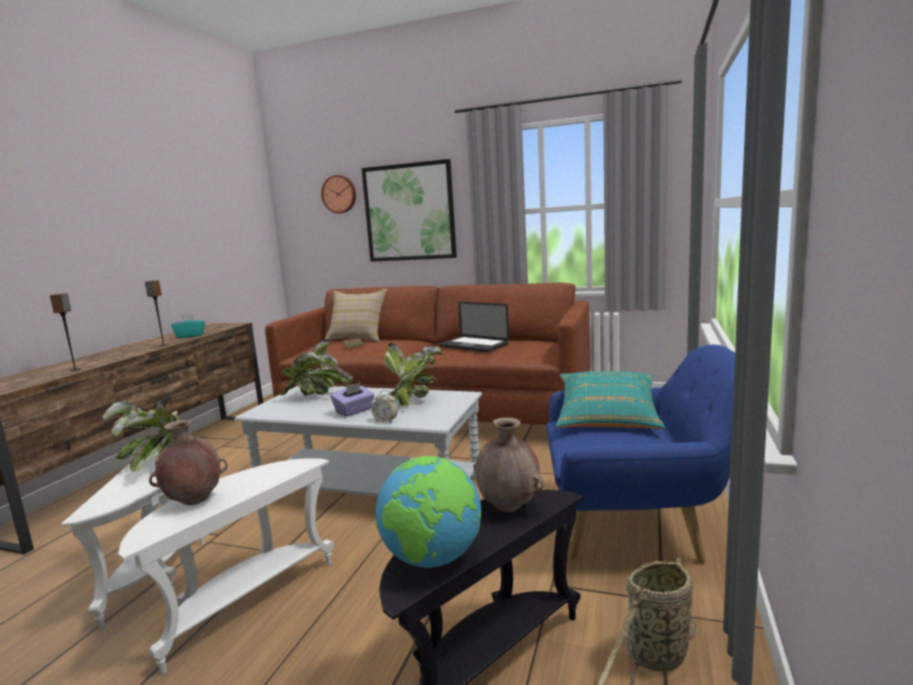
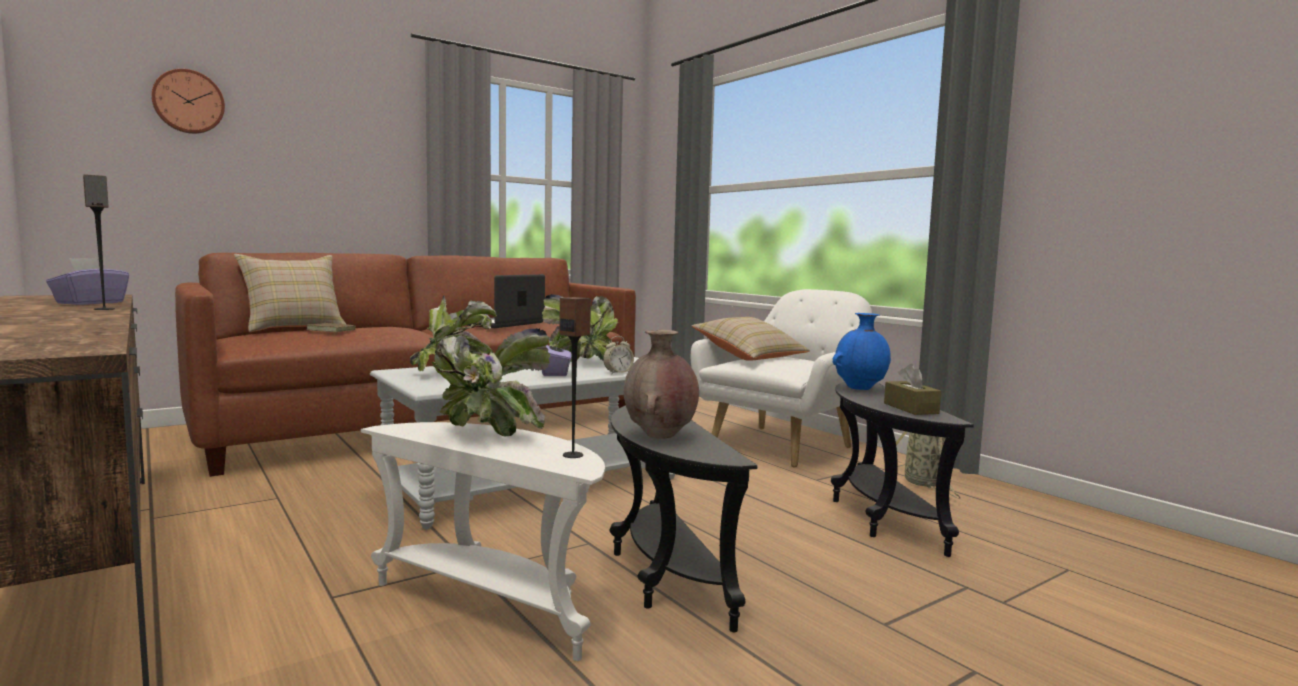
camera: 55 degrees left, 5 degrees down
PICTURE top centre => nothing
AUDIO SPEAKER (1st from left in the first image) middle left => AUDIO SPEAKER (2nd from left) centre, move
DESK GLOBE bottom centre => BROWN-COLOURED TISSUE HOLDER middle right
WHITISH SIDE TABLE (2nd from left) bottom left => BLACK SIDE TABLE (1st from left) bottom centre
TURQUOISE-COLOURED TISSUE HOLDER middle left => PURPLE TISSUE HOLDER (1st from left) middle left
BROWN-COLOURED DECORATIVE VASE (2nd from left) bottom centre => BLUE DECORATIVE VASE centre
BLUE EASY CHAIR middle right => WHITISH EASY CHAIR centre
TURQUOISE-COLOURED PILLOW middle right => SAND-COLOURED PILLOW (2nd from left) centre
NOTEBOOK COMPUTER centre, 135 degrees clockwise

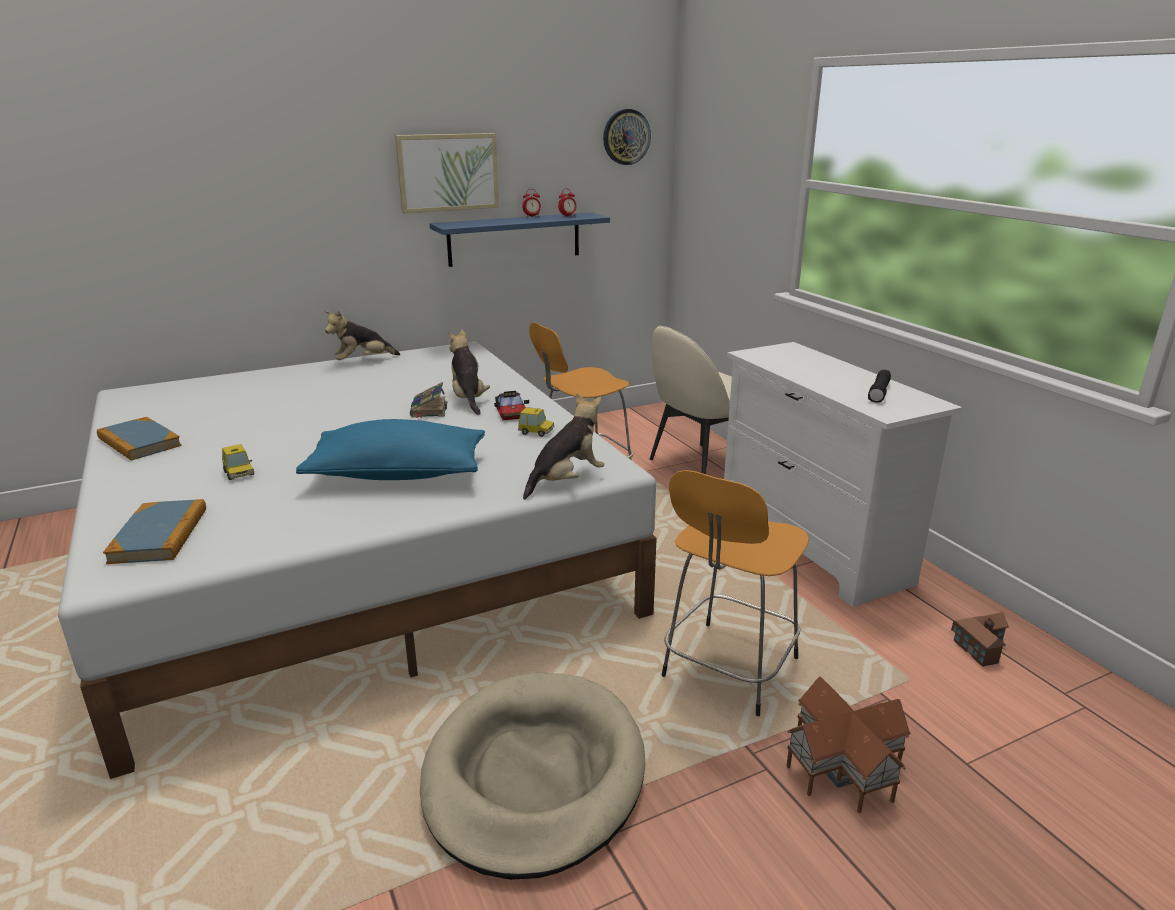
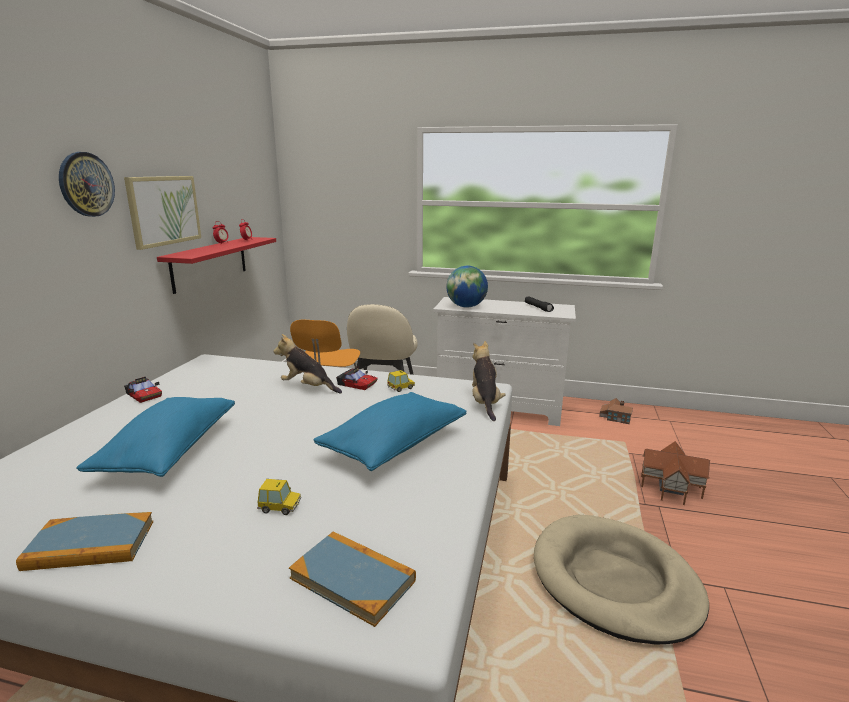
camera: 50 degrees left, 5 degrees down
VOLUME (3rd from left) centre => nothing
ORANGE-COLOURED SITTING STOOL (2nd from left) centre => nothing
nothing => BLUE PILLOW (1st from left) middle left
nothing => DESK GLOBE centre
HANGING CLOCK top centre => HANGING CLOCK top left, move
PLUSH TOY (1st from left) middle left => MINIATURE CAR (1st from left) middle left
BLUE BRACKET SHELF top centre => RED BRACKET SHELF middle left

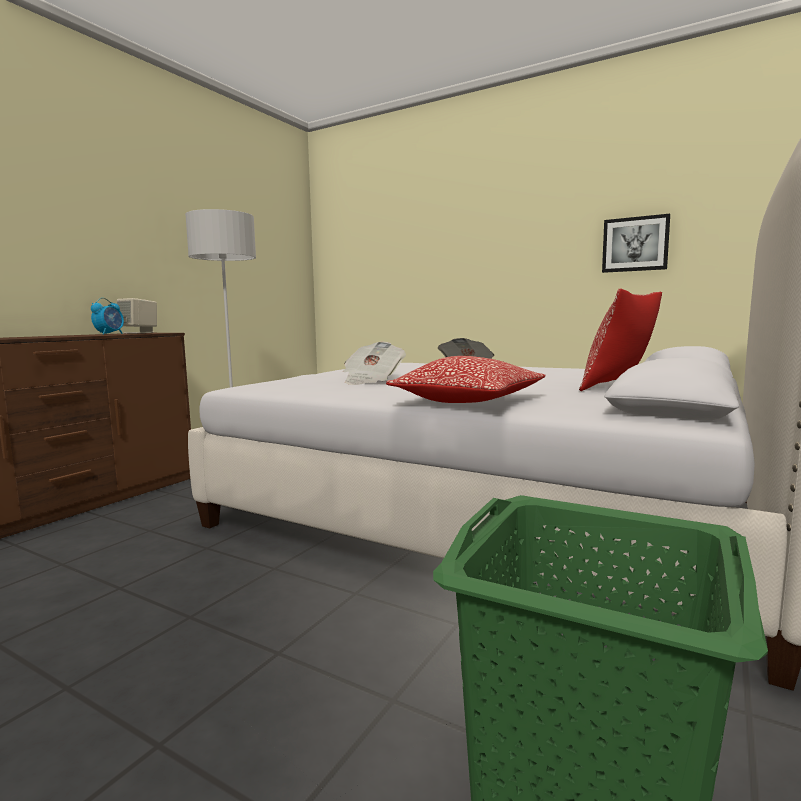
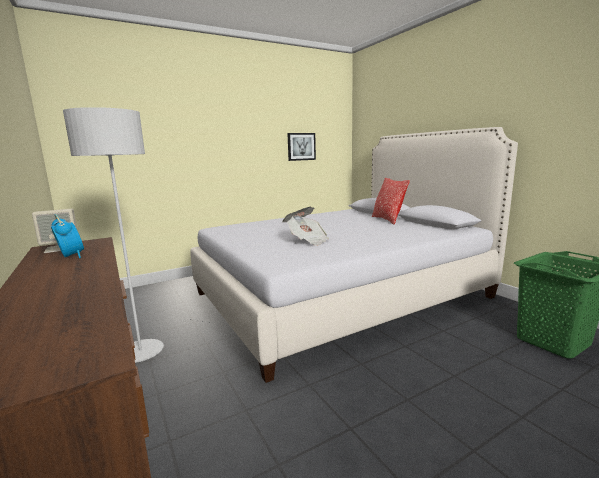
camera: 60 degrees left, 5 degrees up
PILLOW (1st from left) centre => nothing

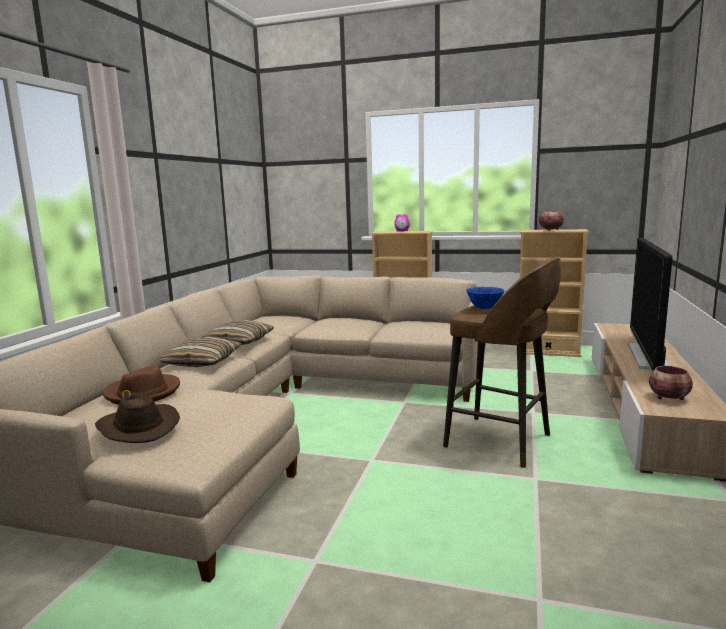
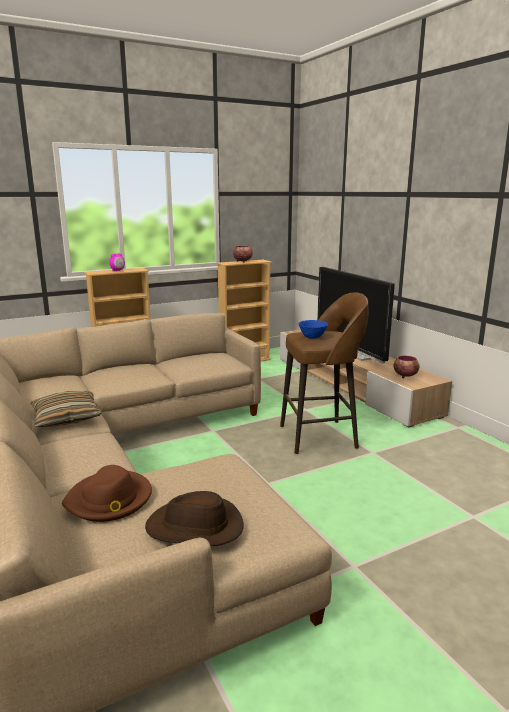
camera: 45 degrees left, 5 degrees up
PILLOW (1st from left) middle left => nothing

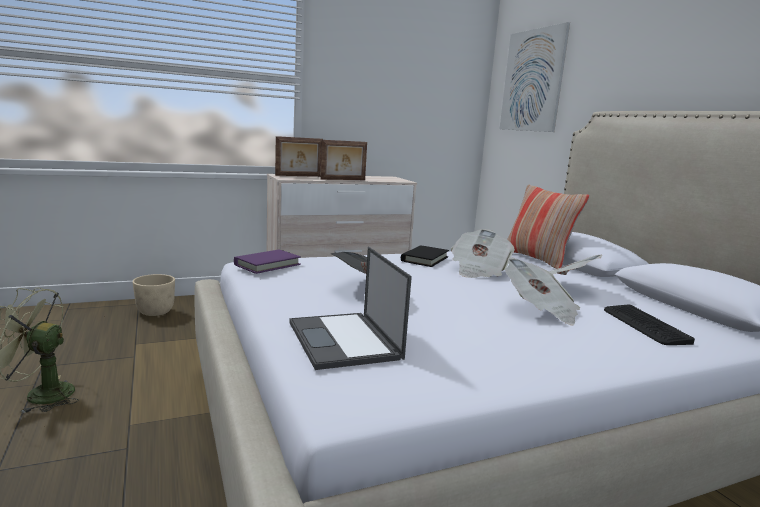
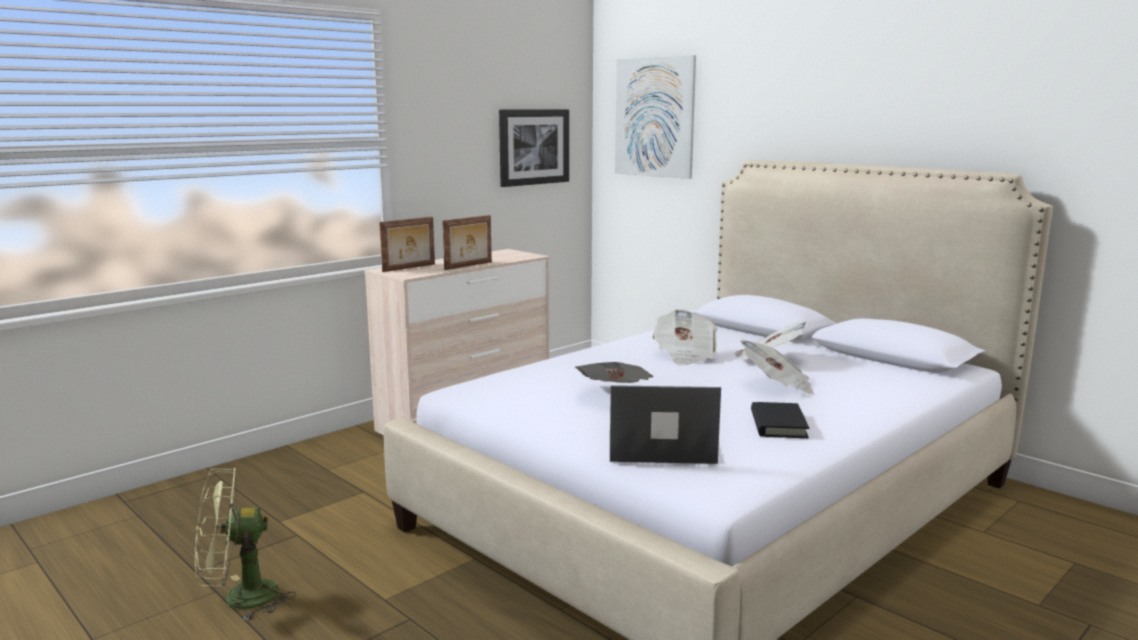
camera: 20 degrees left, 0 degrees up
SAND-COLOURED PLANT POT middle left => nothing
PURPLE VOLUME centre => nothing
PILLOW middle right => nothing
COMPUTER KEYBOARD middle right => nothing
nothing => PICTURE (1st from left) top centre
BLACK VOLUME centre => BLACK VOLUME middle right, move
NOTEBOOK COMPUTER centre, 135 degrees clockwise

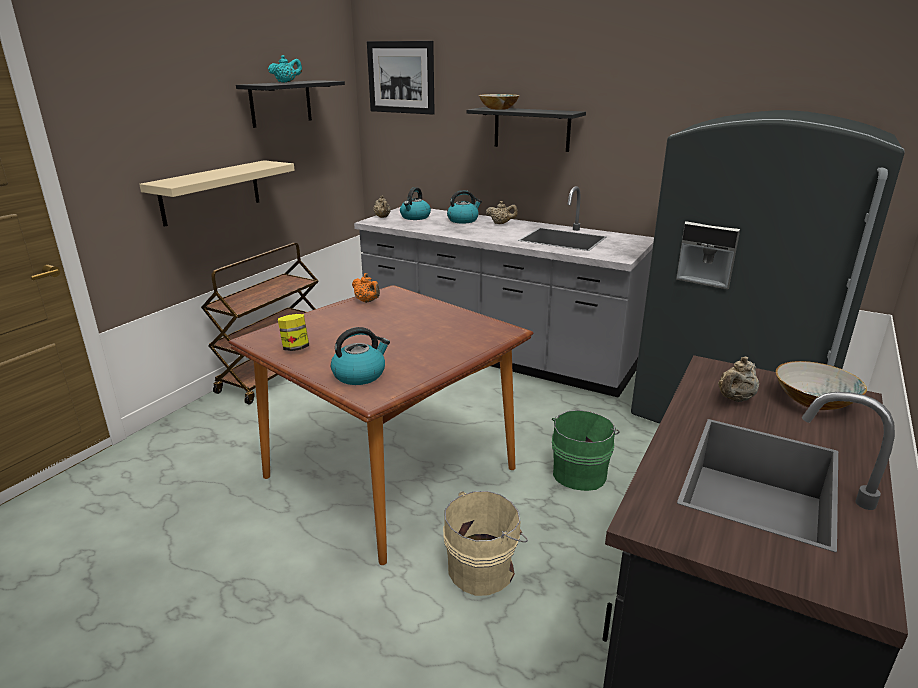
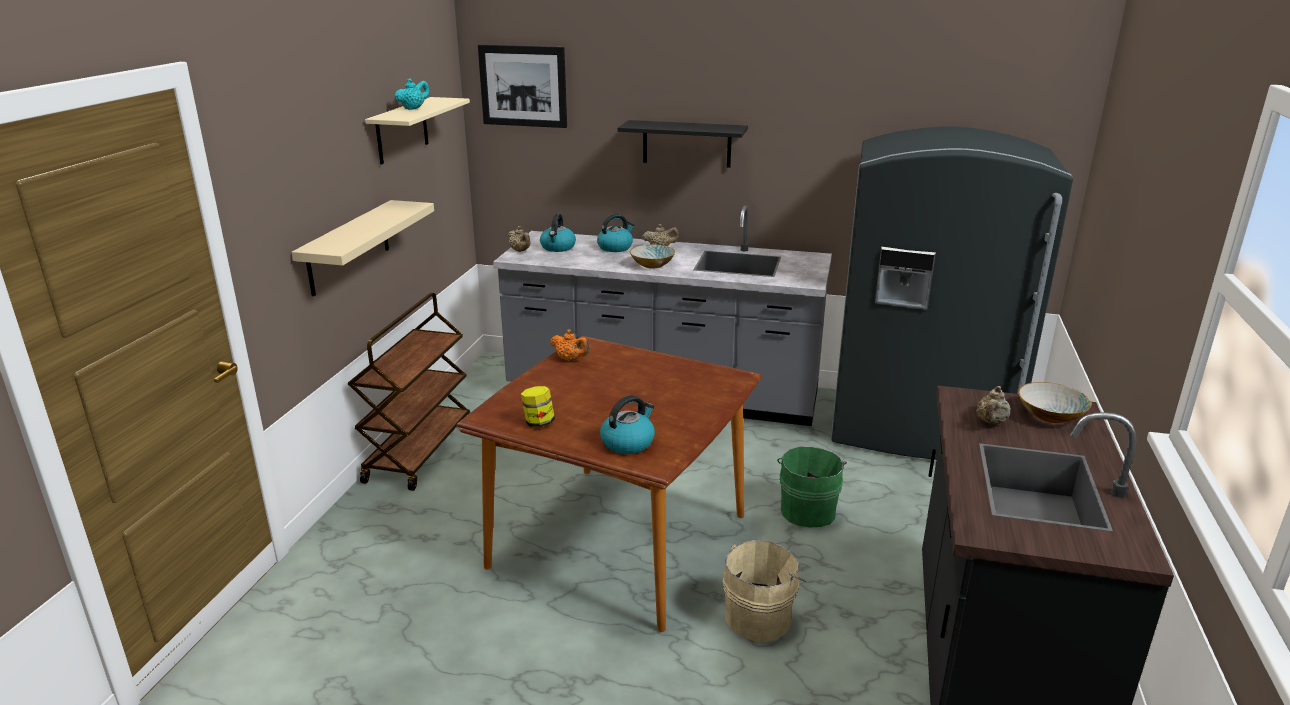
camera: 15 degrees left, 0 degrees up
SERVING BOWL (1st from left) top centre => SERVING BOWL (1st from left) centre, move
BLACK BRACKET SHELF (1st from left) top left => SAND-COLOURED BRACKET SHELF (2nd from left) top left

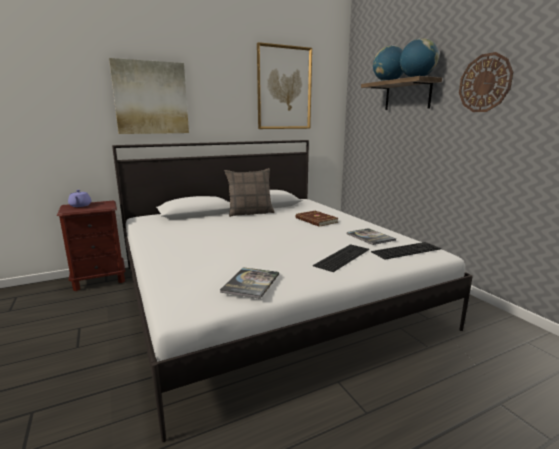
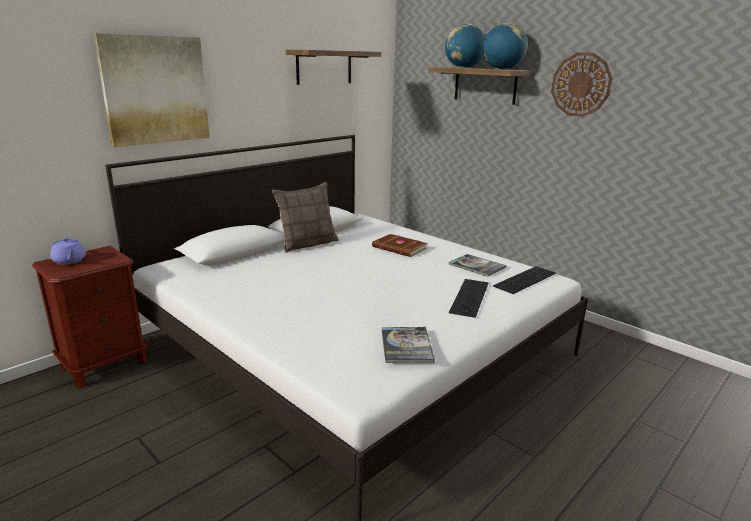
camera: 20 degrees left, 5 degrees up
PICTURE (2nd from left) top centre => BRACKET SHELF (1st from left) top centre

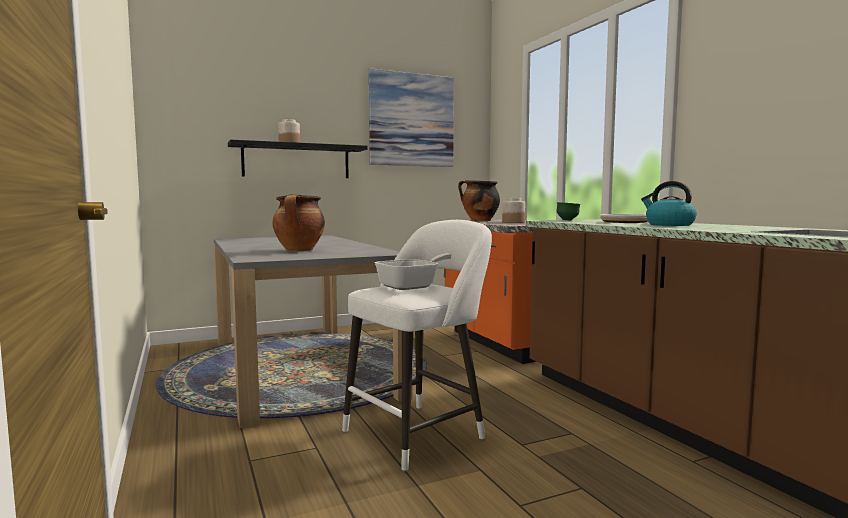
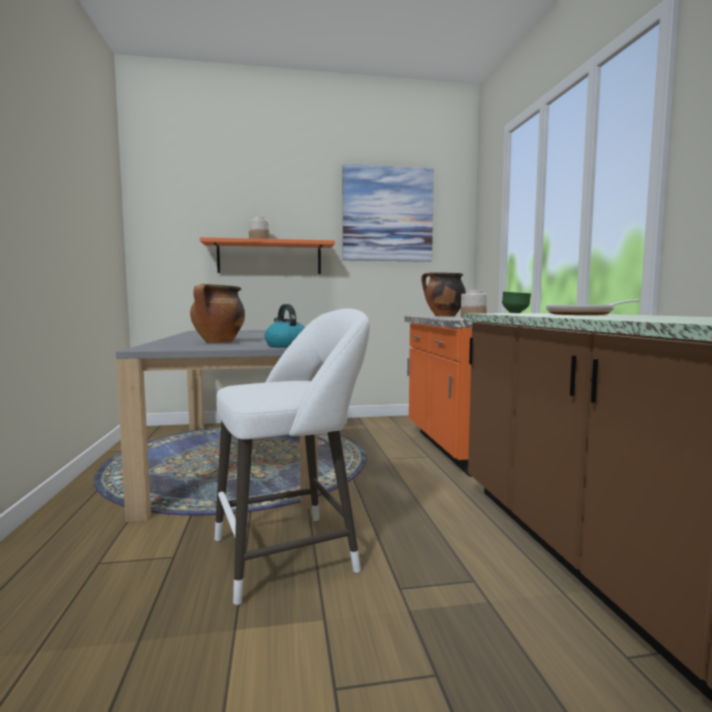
camera: 15 degrees right, 0 degrees up
FRYING PAN (1st from left) centre => nothing
TEA KETTLE middle right => TEA KETTLE centre, move
BLACK BRACKET SHELF top centre => ORANGE-COLOURED BRACKET SHELF centre

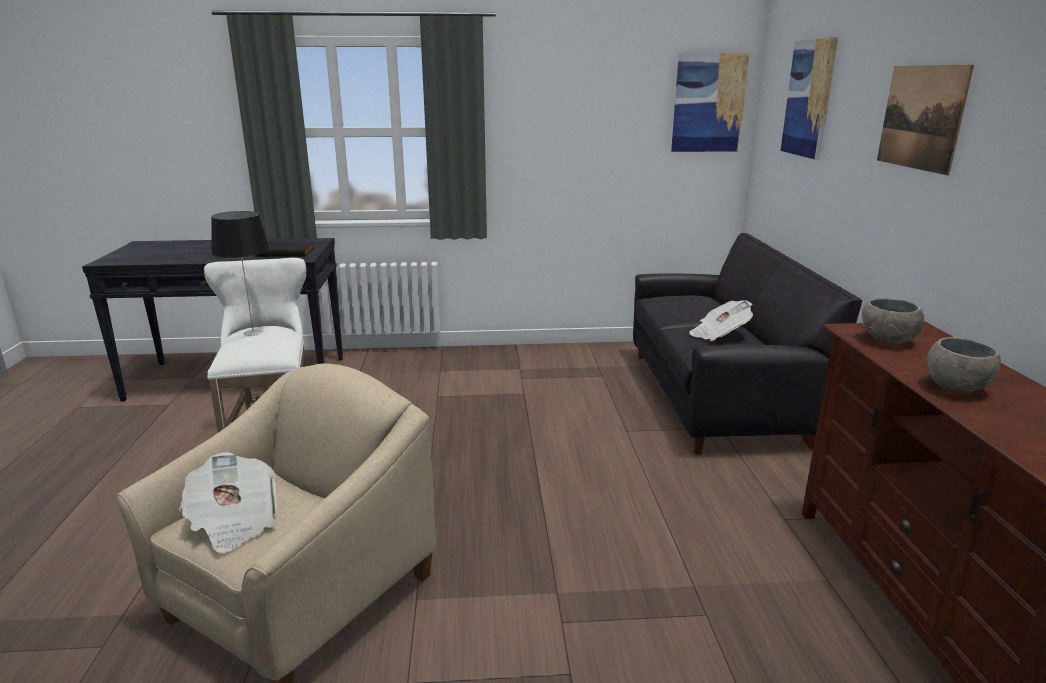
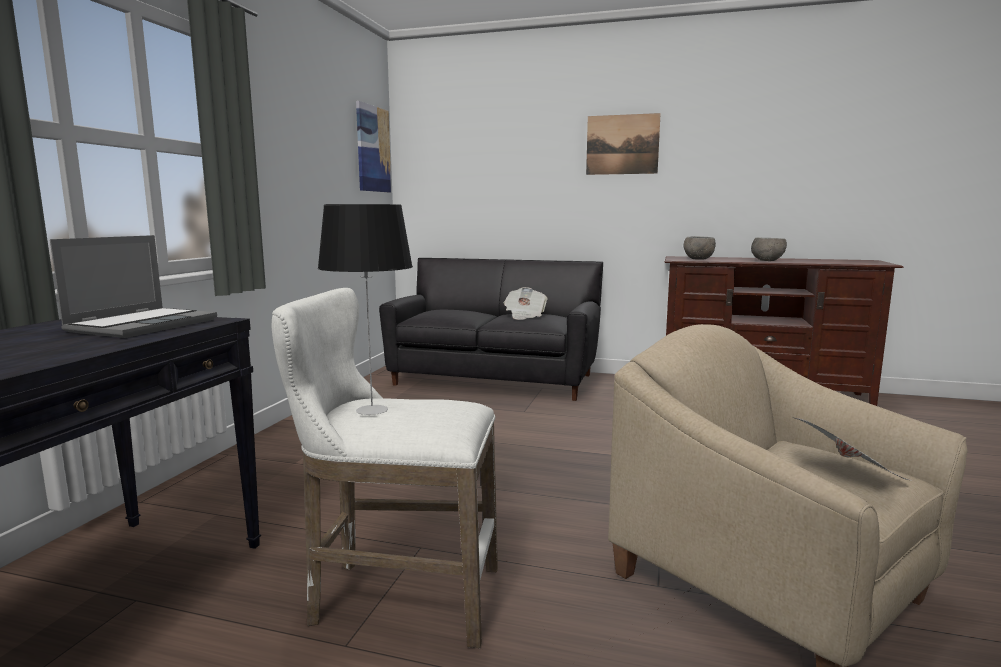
camera: 70 degrees left, 10 degrees down
PICTURE (2nd from left) top right => nothing
BLACK VOLUME middle left => NOTEBOOK COMPUTER middle left

